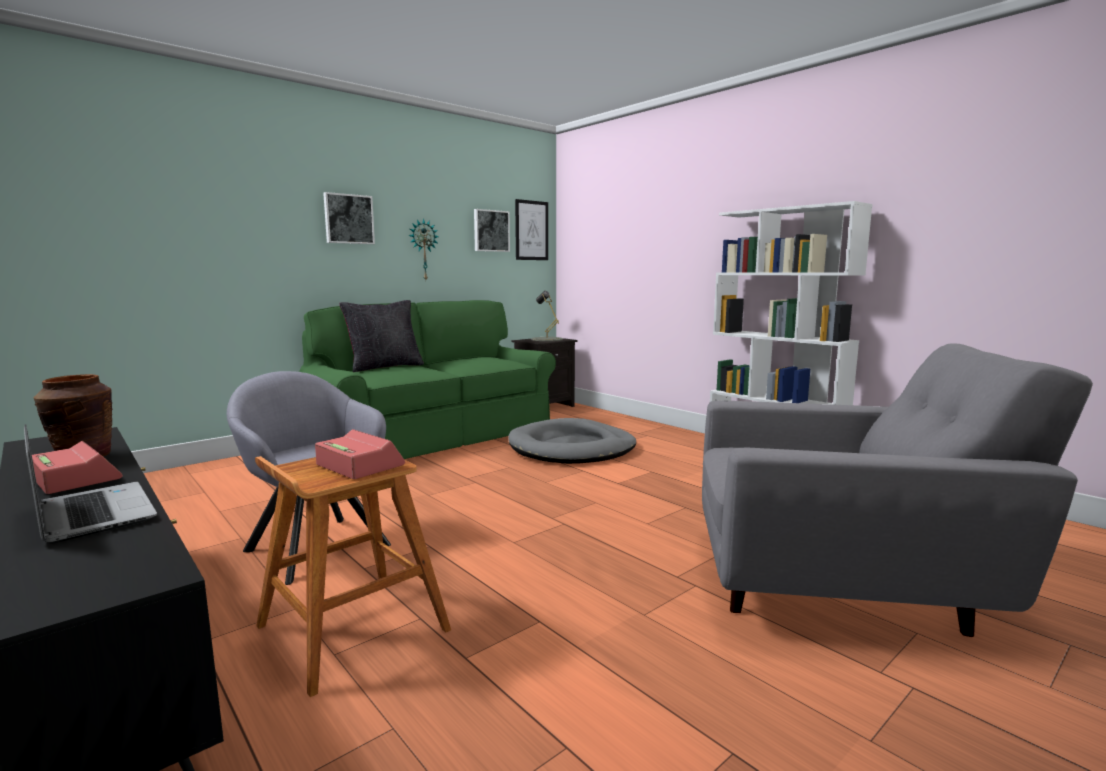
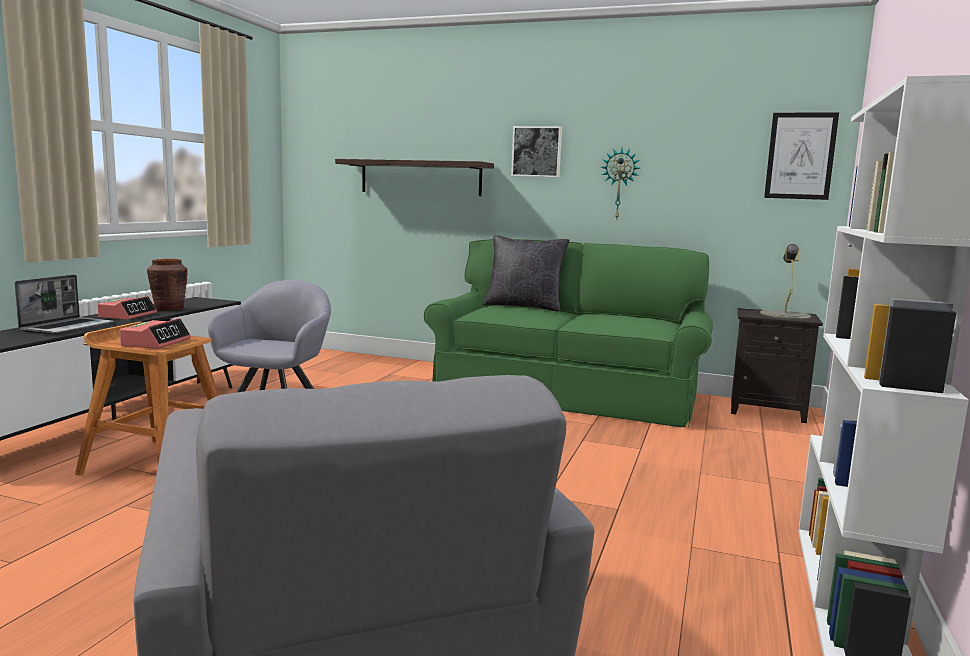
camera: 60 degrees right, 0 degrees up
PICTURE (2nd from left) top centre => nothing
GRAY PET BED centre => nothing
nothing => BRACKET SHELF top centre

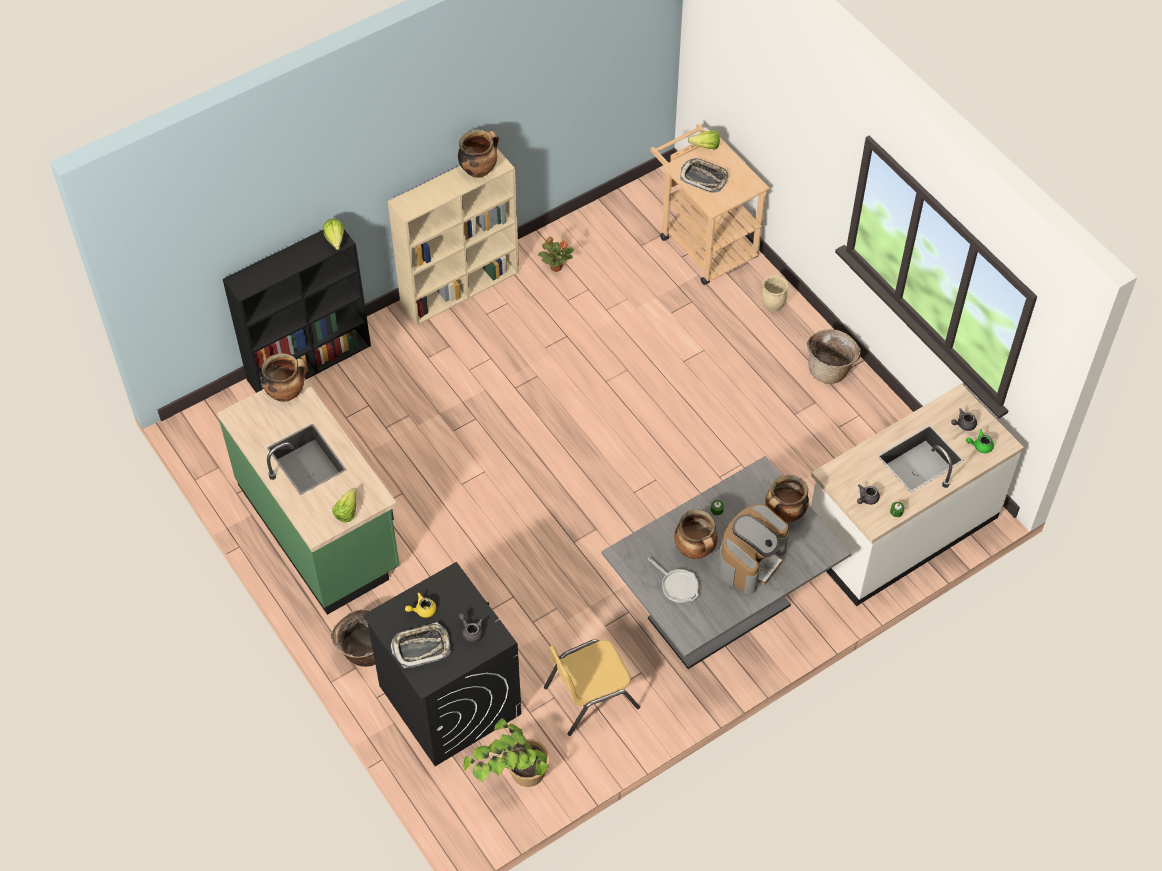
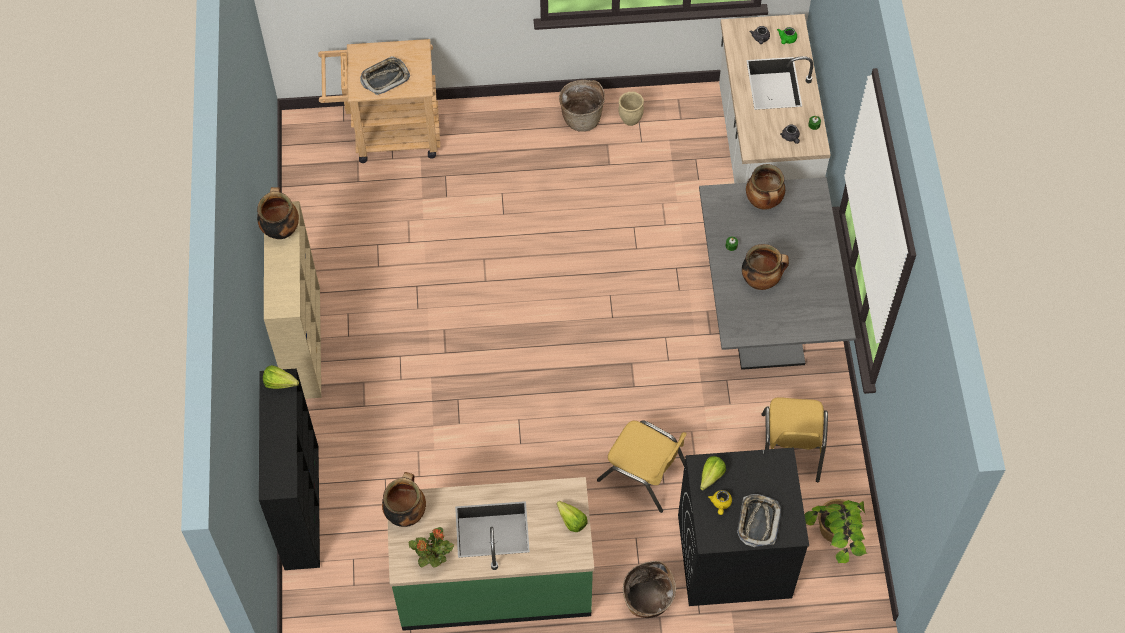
camera: 60 degrees left, 5 degrees up
GRAY TEA POT (1st from left) bottom centre => nothing
FRYING PAN centre => nothing
COFFEE MAKER centre => nothing
nothing => YELLOW PLAIN CHAIR (1st from left) bottom centre
HOUSEPLANT (2nd from left in the first image) top centre => HOUSEPLANT (1st from left) bottom centre, move
LETTUCE (3rd from left) top centre => LETTUCE (3rd from left) bottom centre, move
SAND-COLOURED PLANT POT centre => SAND-COLOURED PLANT POT top centre, move

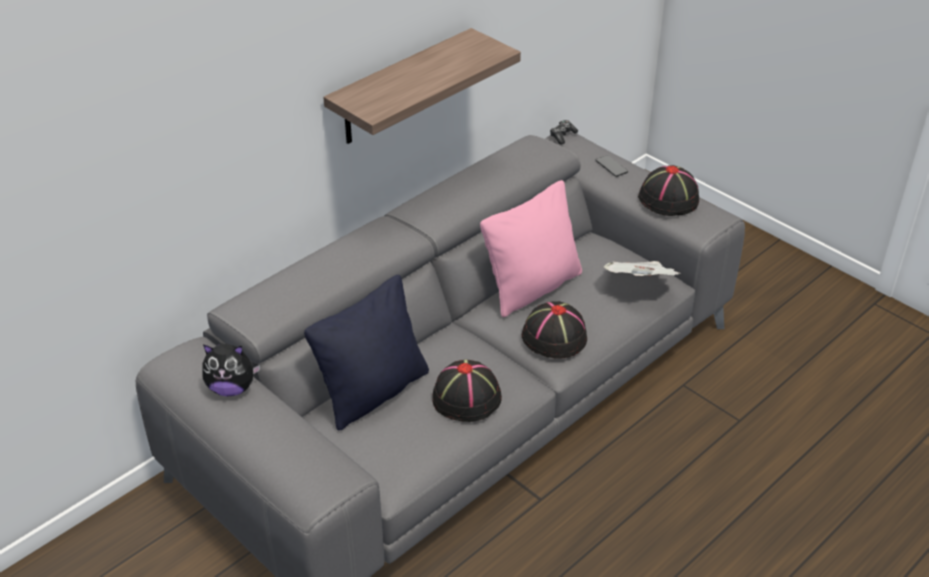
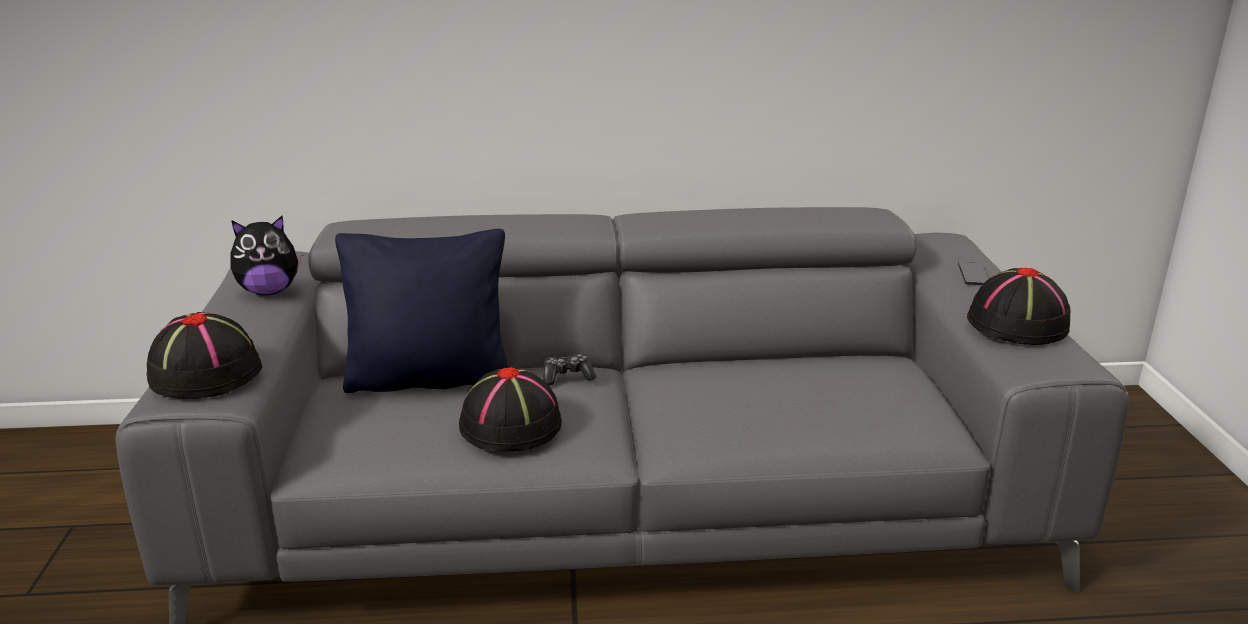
camera: 40 degrees right, 15 degrees down
BRACKET SHELF top centre => nothing
PINK-COLOURED PILLOW centre => nothing
NEWSPAPER middle right => nothing
BLACK WEARABLE HAT (2nd from left in the first image) centre => BLACK WEARABLE HAT (1st from left) middle left, move
GAME CONTROLLER top centre => GAME CONTROLLER centre, move
PLUSH TOY middle left, 60 degrees counterclockwise

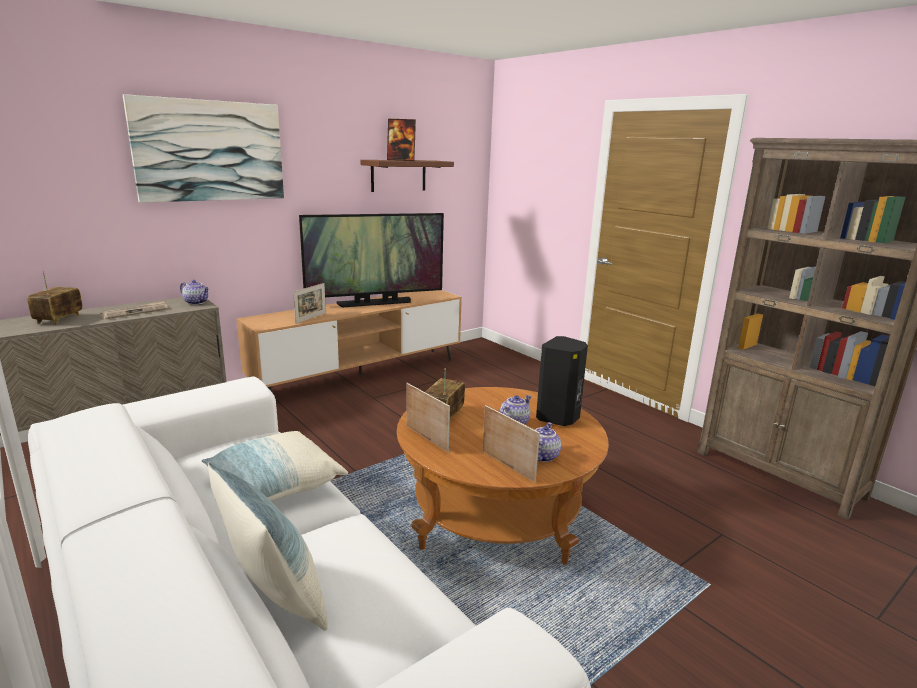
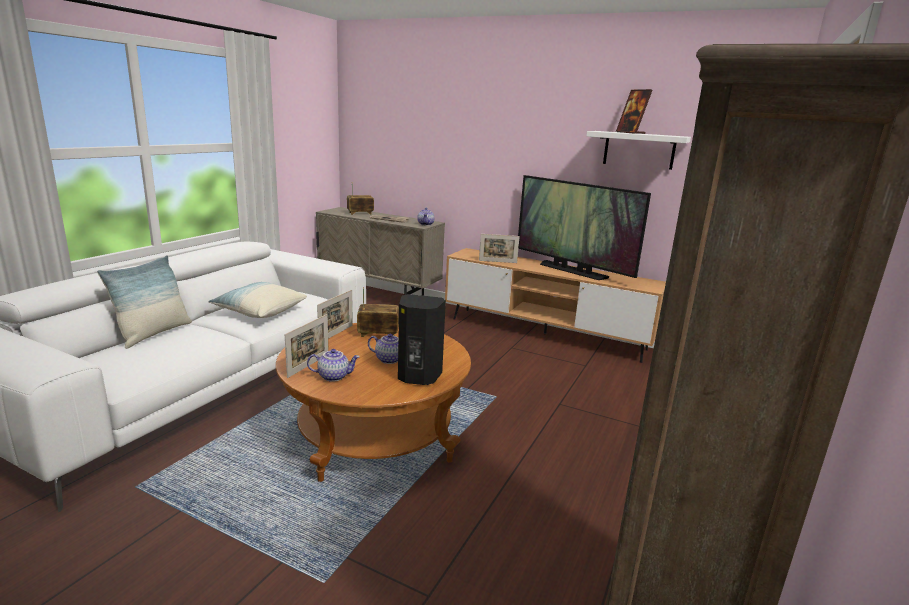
camera: 65 degrees right, 0 degrees up
PICTURE top left => nothing
BROWN-COLOURED BRACKET SHELF top centre => WHITISH BRACKET SHELF top right

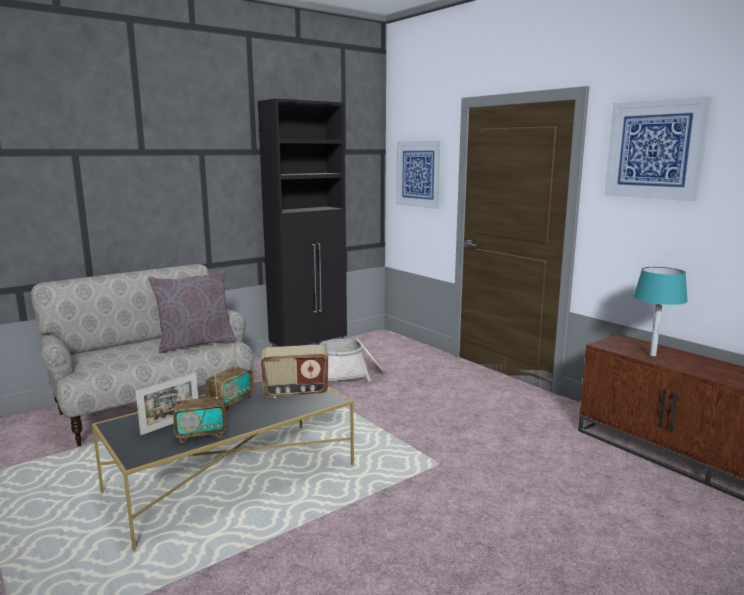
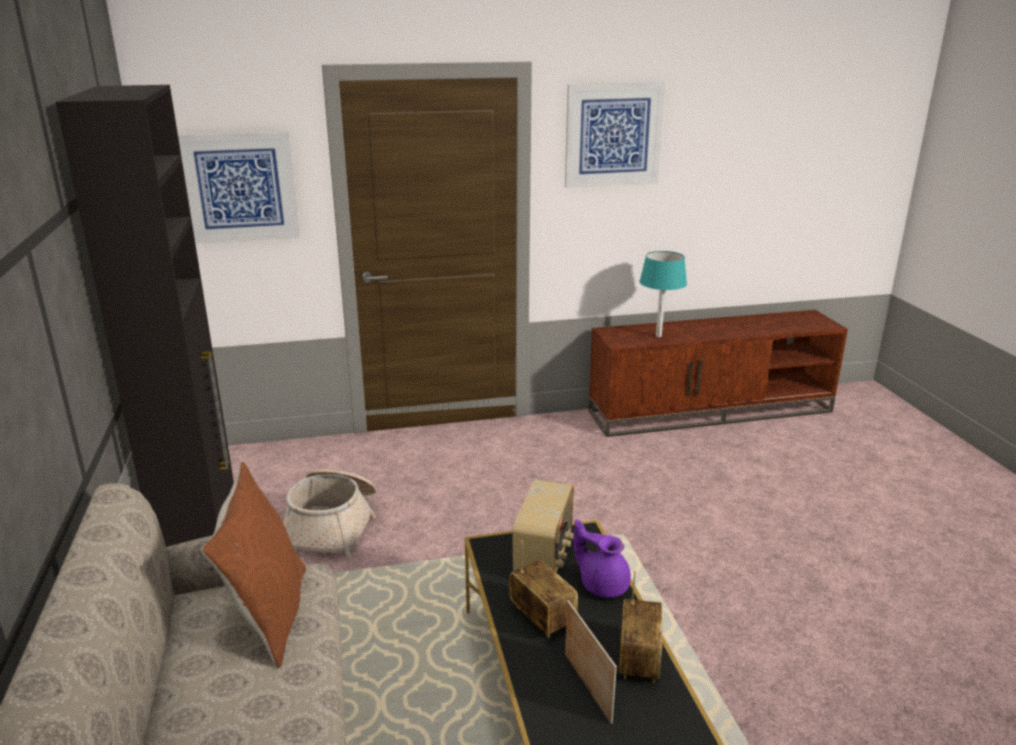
camera: 65 degrees left, 10 degrees up
nothing => PURPLE TEA POT bottom centre
GRAY PILLOW middle left => BROWN-COLOURED PILLOW bottom left

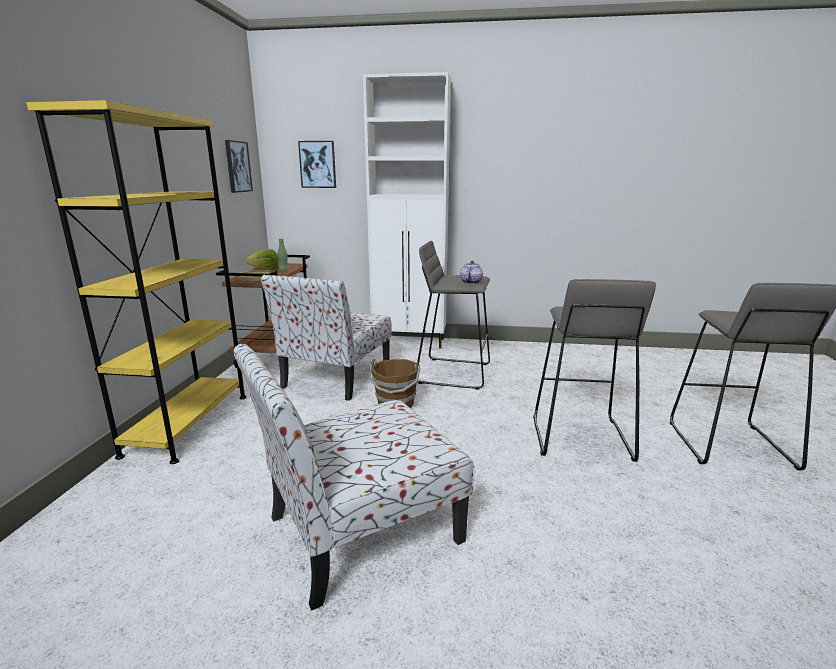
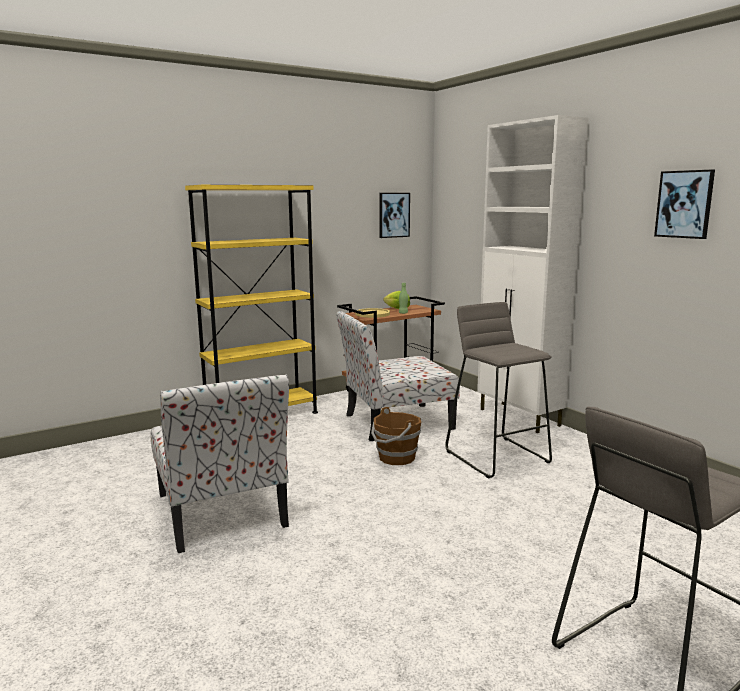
camera: 50 degrees right, 5 degrees down
TEA POT centre => nothing
GRAY SITTING STOOL (2nd from left) middle right => nothing
PICTURE (2nd from left) top centre => PICTURE (2nd from left) top right, move
PLAIN CHAIR (2nd from left in the first image) bottom centre => PLAIN CHAIR (1st from left) bottom left, 135 degrees counterclockwise

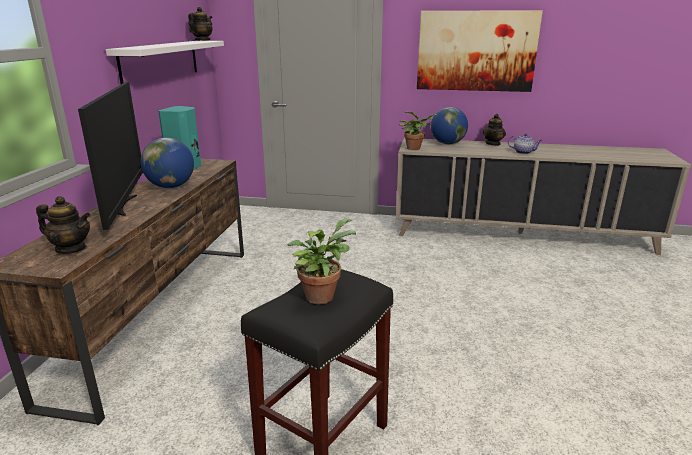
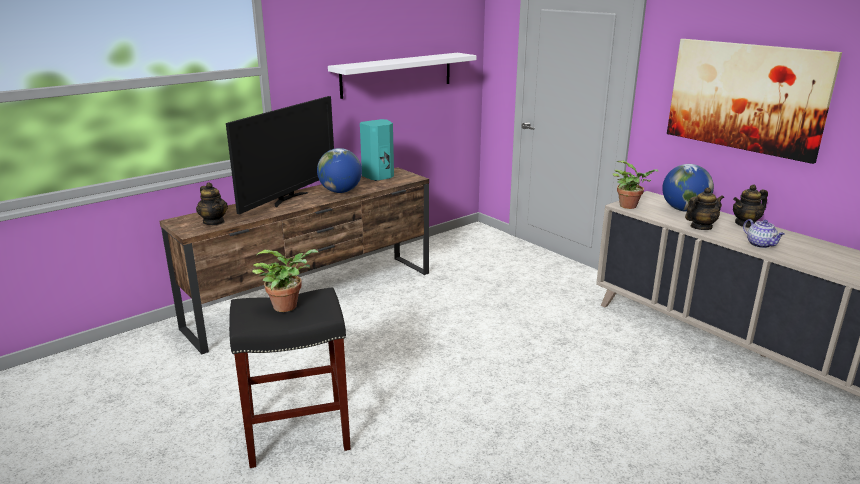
camera: 40 degrees right, 0 degrees up
TEA POT (2nd from left) top left => TEA POT (2nd from left) middle right, move

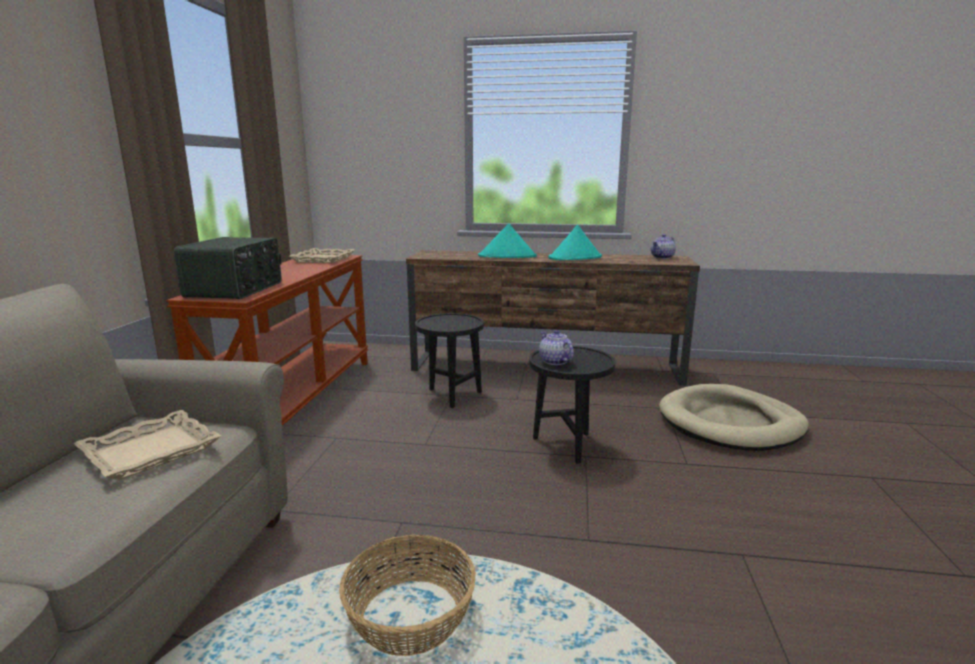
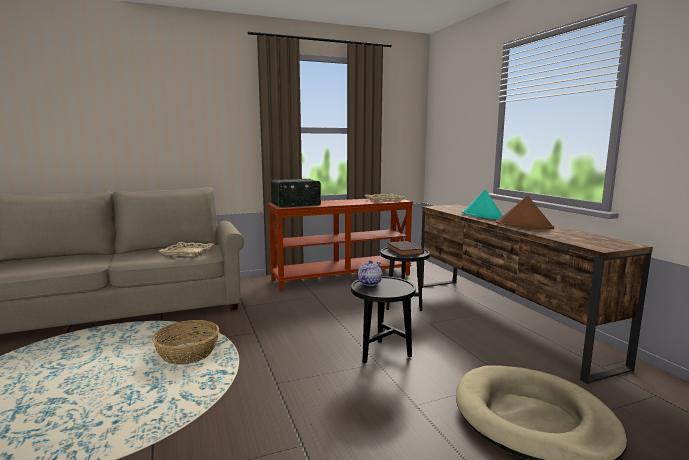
camera: 60 degrees right, 5 degrees down
TEA POT (2nd from left) middle right => nothing
nothing => BROWN-COLOURED VOLUME centre
TURQUOISE-COLOURED WEARABLE HAT (2nd from left) centre => BROWN-COLOURED WEARABLE HAT middle right

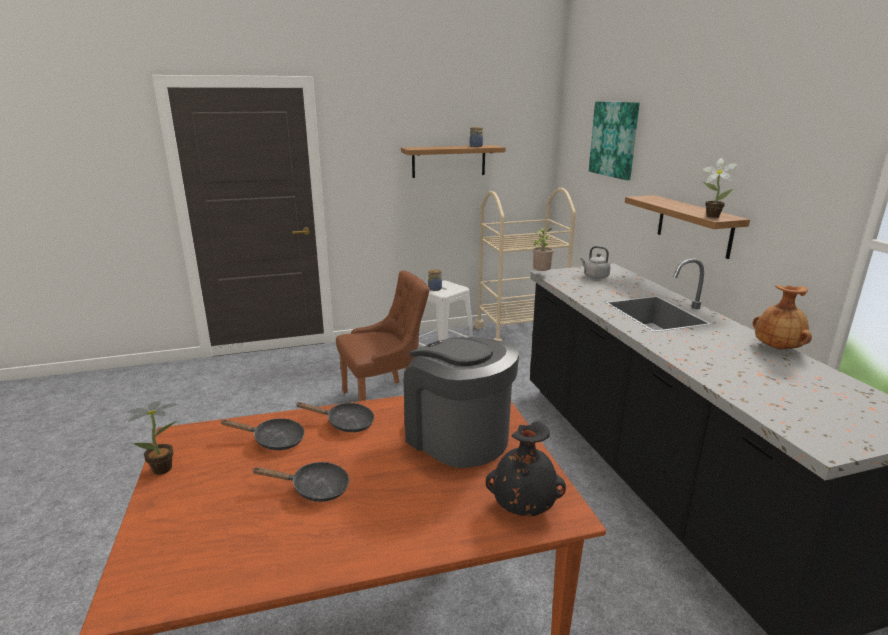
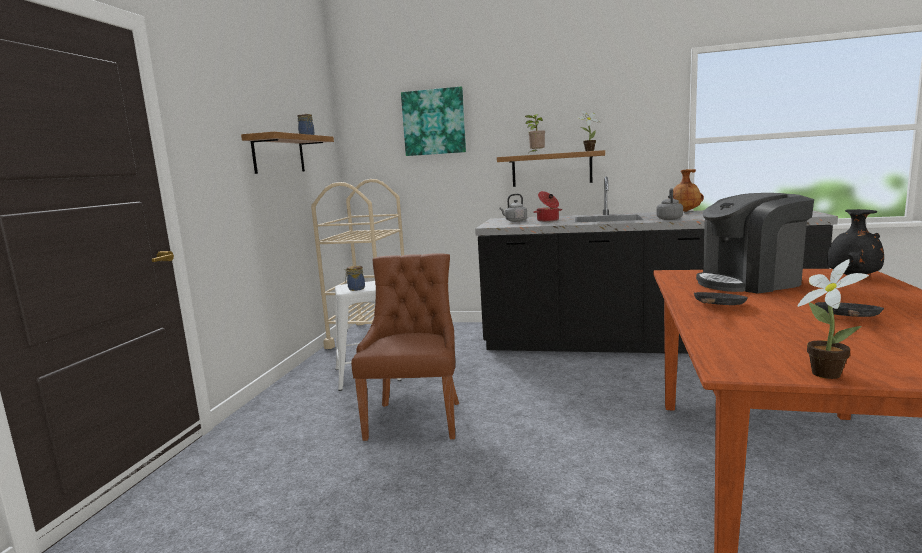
camera: 60 degrees left, 10 degrees down
BLACK FRYING PAN (1st from left) bottom left => nothing
nothing => COOKING POT centre
nothing => GRAY TEA KETTLE (2nd from left) middle right
HOUSEPLANT (2nd from left in the first image) centre => HOUSEPLANT (1st from left) top centre, move

